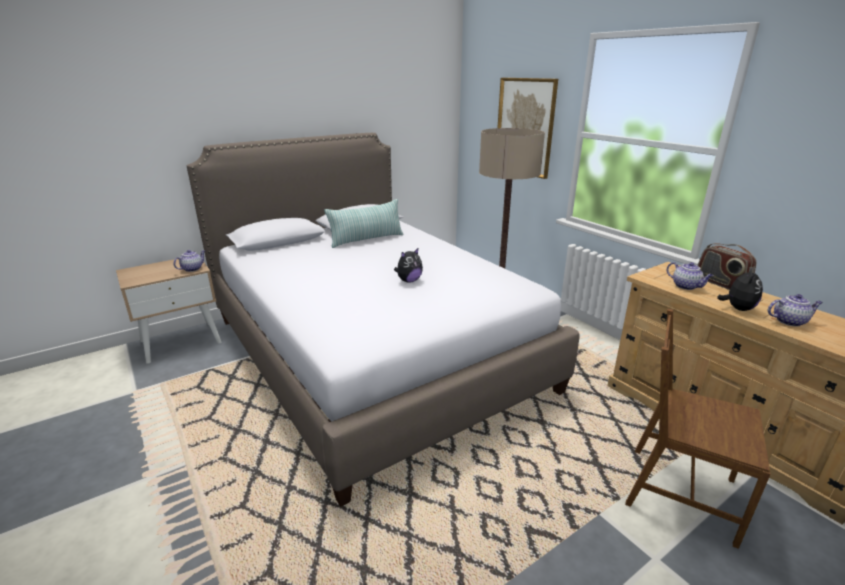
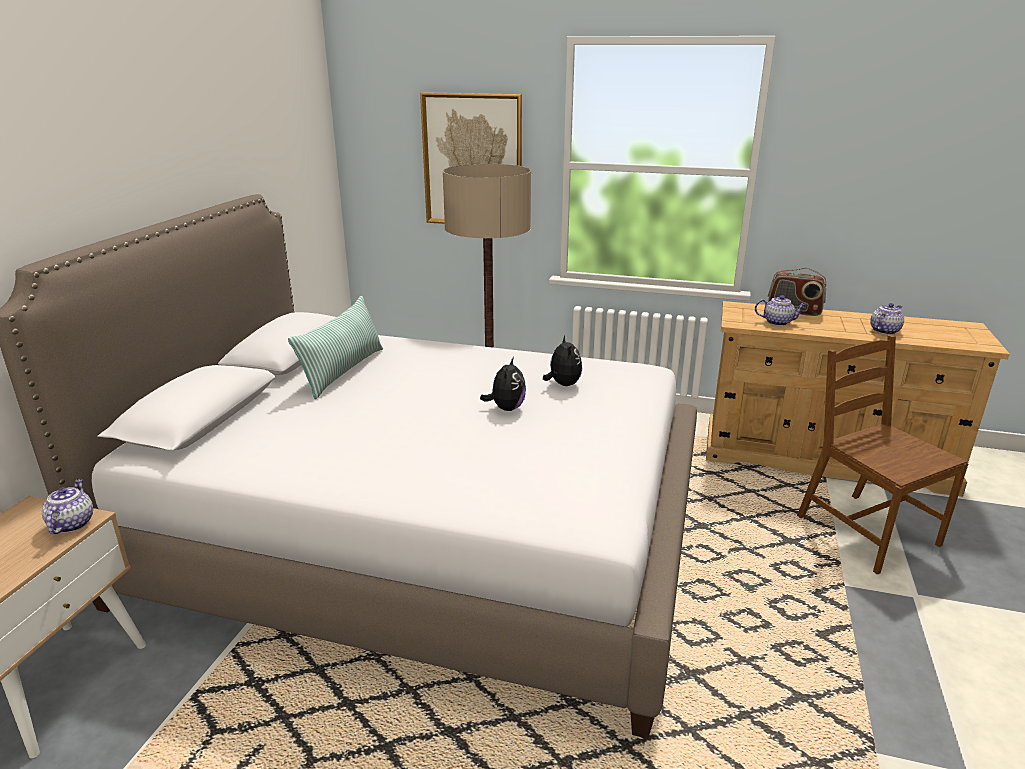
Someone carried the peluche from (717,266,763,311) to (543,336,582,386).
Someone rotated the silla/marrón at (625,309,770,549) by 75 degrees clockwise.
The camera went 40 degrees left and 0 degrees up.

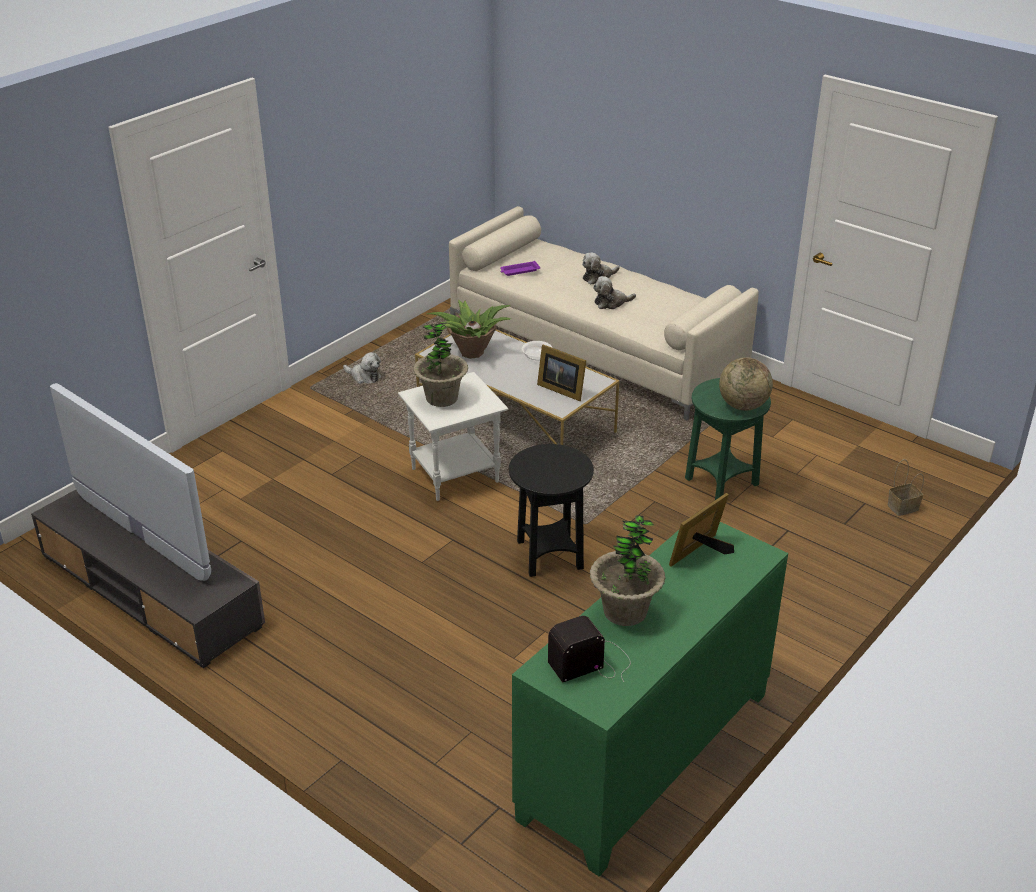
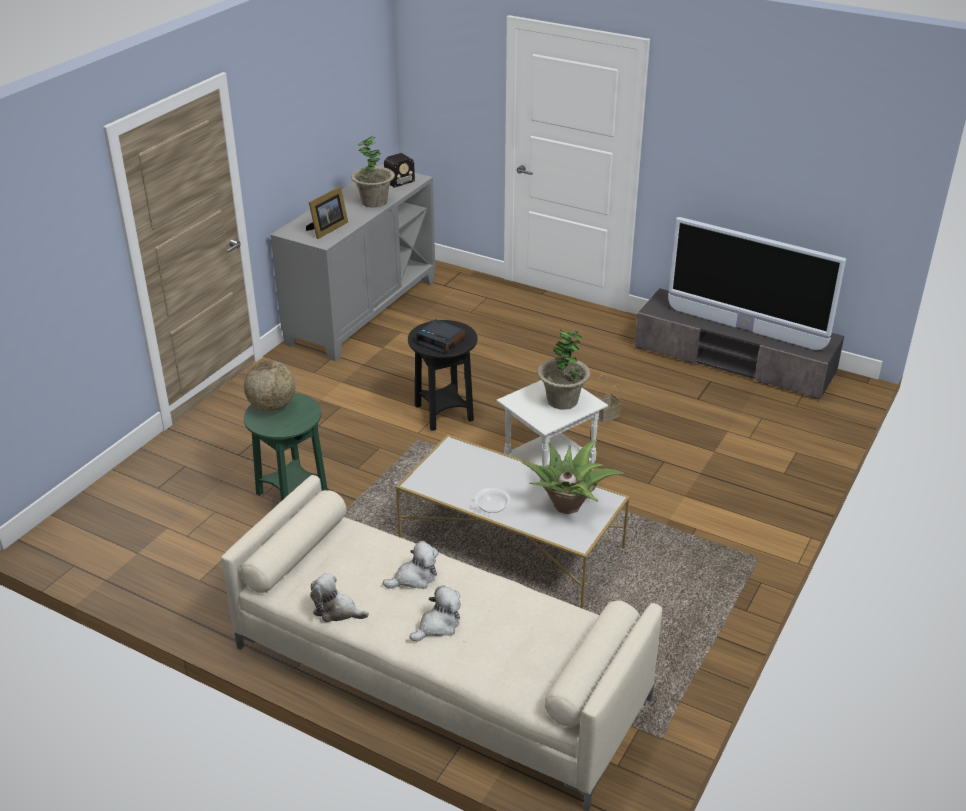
Someone took away the bandeja/morado at (500,261,540,276).
Someone took away the portarretratos at (537,345,586,401).
Someone carried the peluche from (343,352,381,384) to (310,573,369,622).
Someone carried the cesta from (887,459,924,516) to (596,374,622,423).
Someone repainted the armario/verde at (512,522,788,876), which became the armario/gris at (270,165,435,361).
Someone put down the despertador at (415,319,466,354).
The camera went 170 degrees right and 0 degrees up.

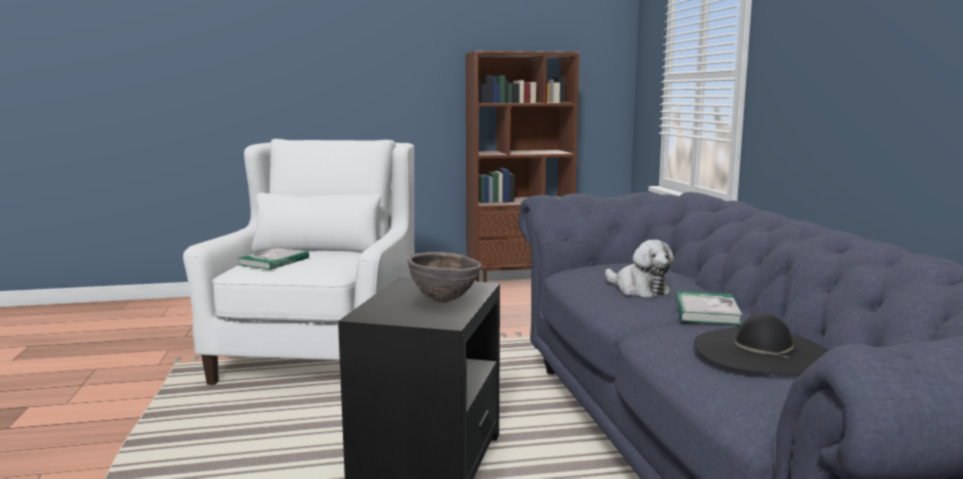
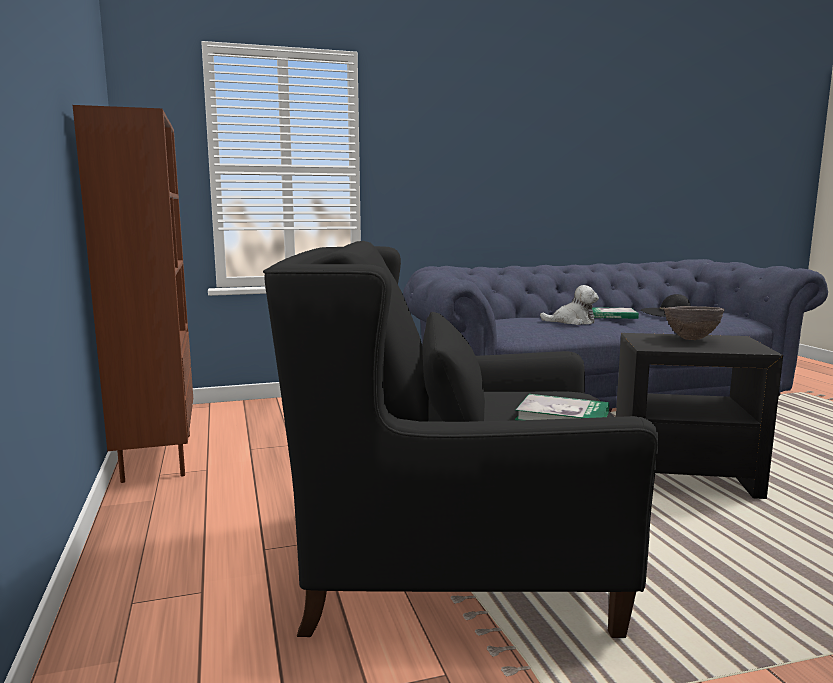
Someone repainted the sillón/blanco at (183,139,414,385), which became the sillón/negro at (263,241,659,638).
Someone rotated the peluche at (605,240,674,297) by 45 degrees clockwise.
The camera went 95 degrees left and 0 degrees up.

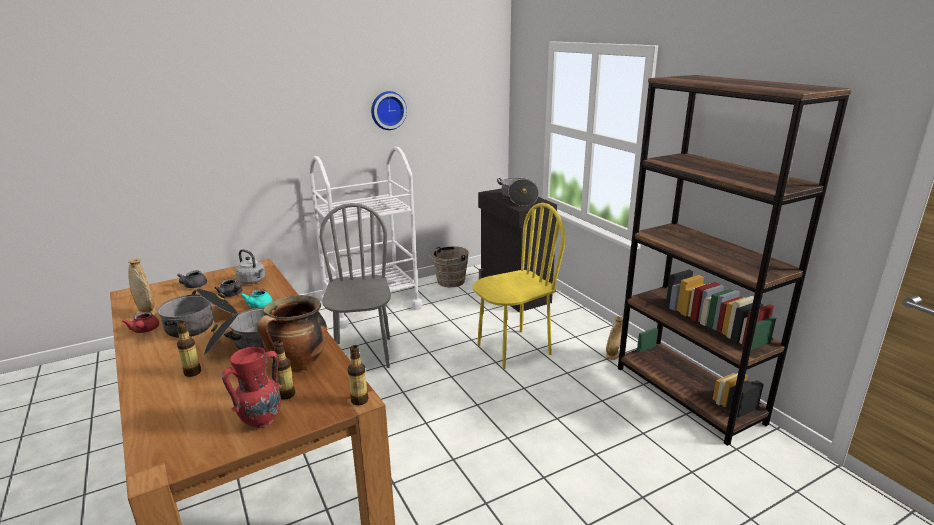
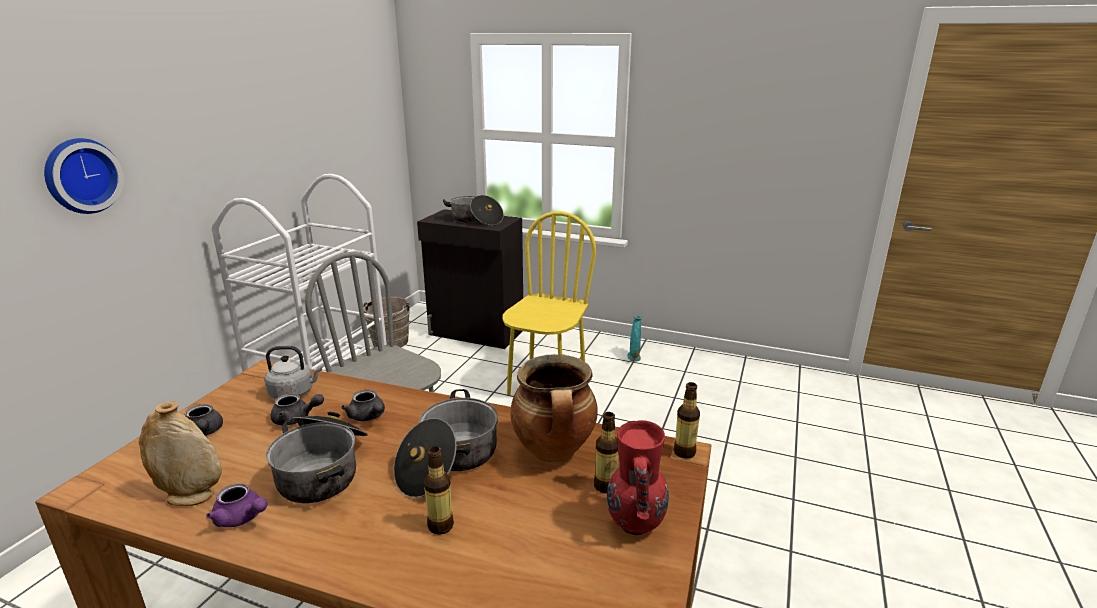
Someone took away the estantería/marrón at (618,75,852,446).
Someone carried the reloj de pared from (371,91,407,130) to (44,138,124,214).
Someone repainted the tetera/turquesa at (241,289,272,308), which became the tetera/gris at (342,390,385,421).
Someone repainted the tetera/rojo at (122,312,159,333), which became the tetera/morado at (206,483,268,527).
Someone repainted the florero/beis at (606,316,623,360), which became the florero/turquesa at (627,315,642,362).
The camera went 40 degrees left and 0 degrees up.

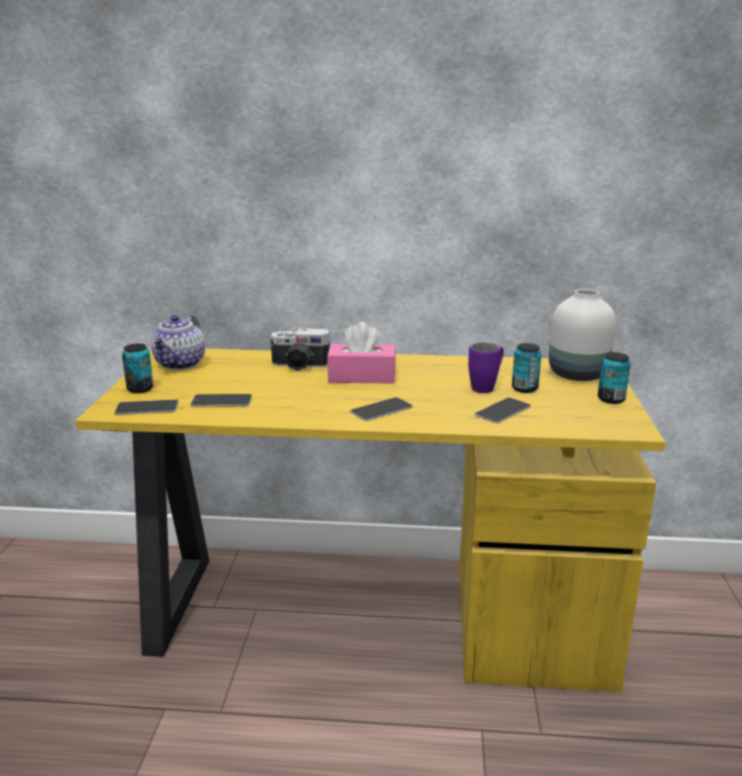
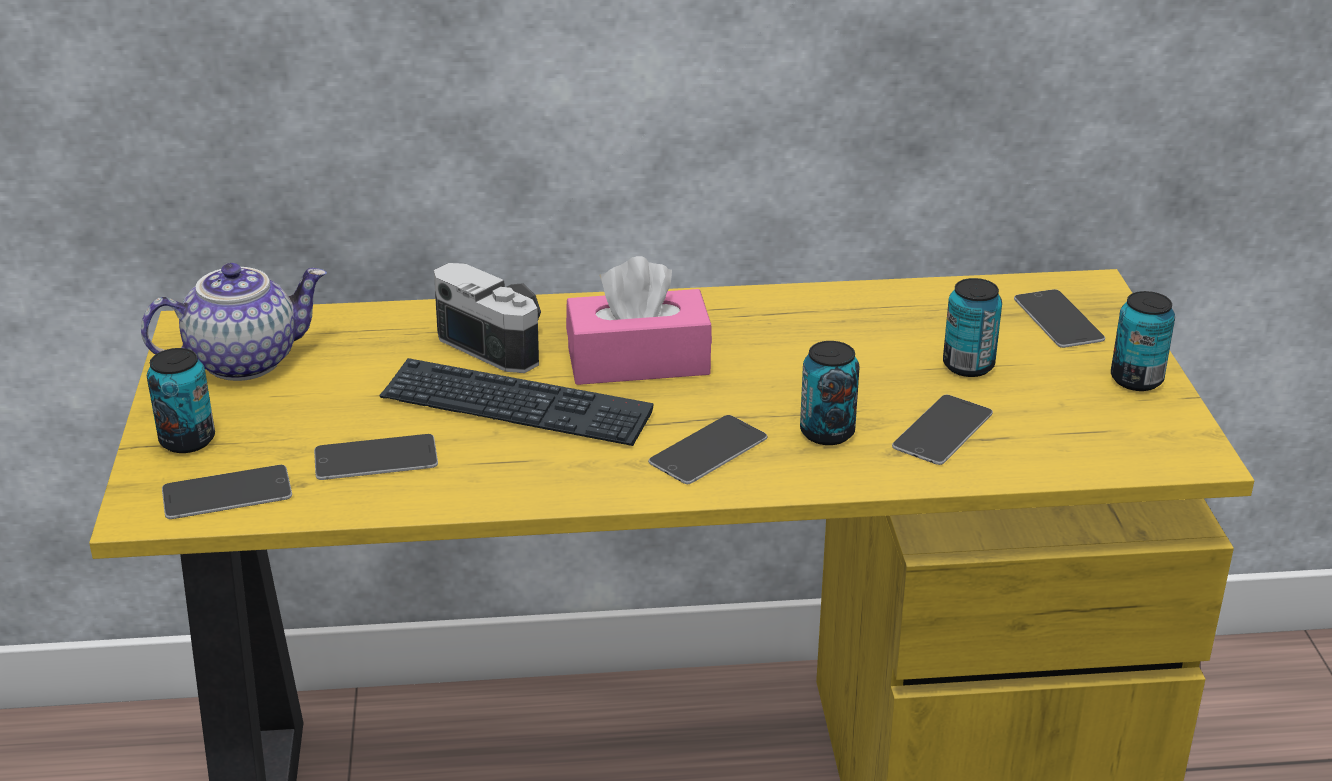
Someone swapped the florero/blanco at (549,289,616,381) for the móvil at (1014,289,1105,348).
Someone rotated the tetera at (151,315,205,370) by 120 degrees counterclockwise.
Someone rotated the cámara at (271,328,330,371) by 135 degrees counterclockwise.
Someone took away the taza grande/morado at (468,342,504,393).
Someone put down the lata at (800,341,860,445).
Someone put down the teclado at (379,358,653,446).
The camera went 10 degrees left and 10 degrees up.

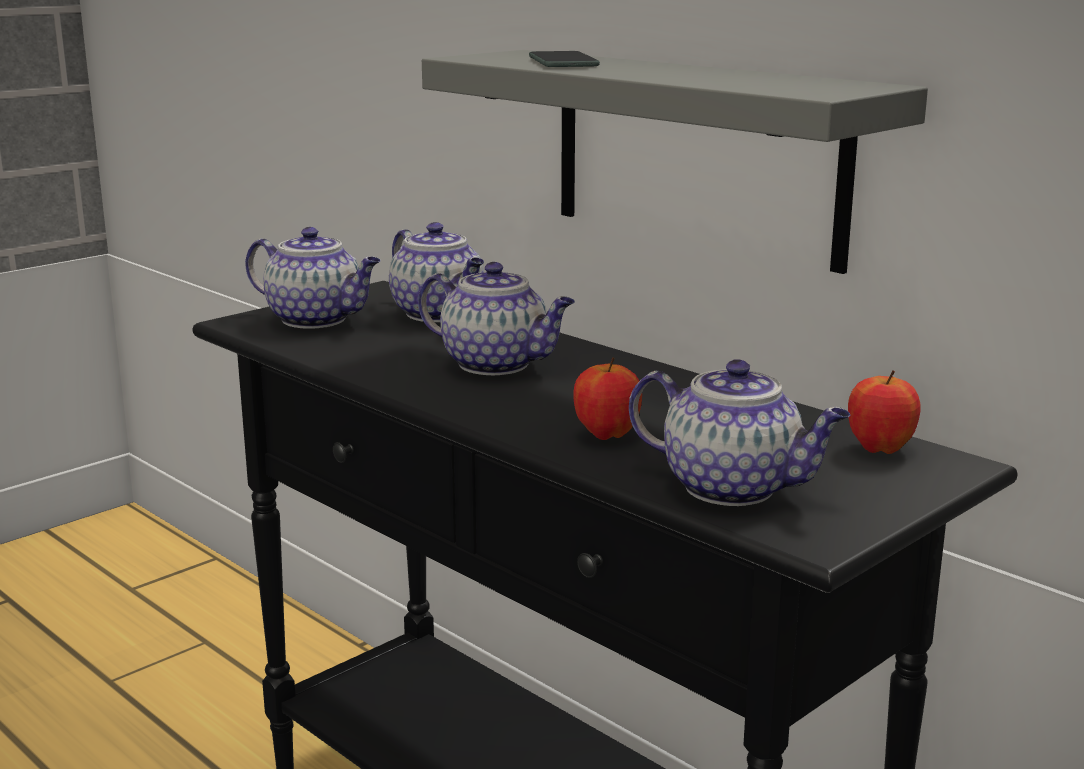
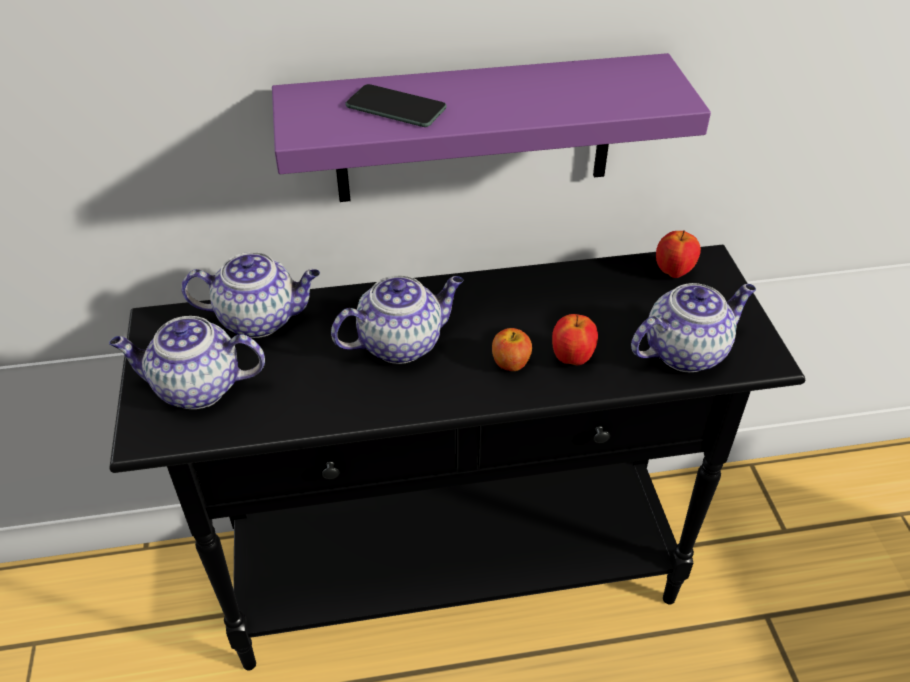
Someone repainted the estante/gris at (422,50,928,274), which became the estante/morado at (272,53,711,202).
Someone rotated the tetera at (245,227,381,329) by 150 degrees counterclockwise.
Someone put down the manzana at (492,328,532,371).
The camera went 55 degrees left and 25 degrees up.

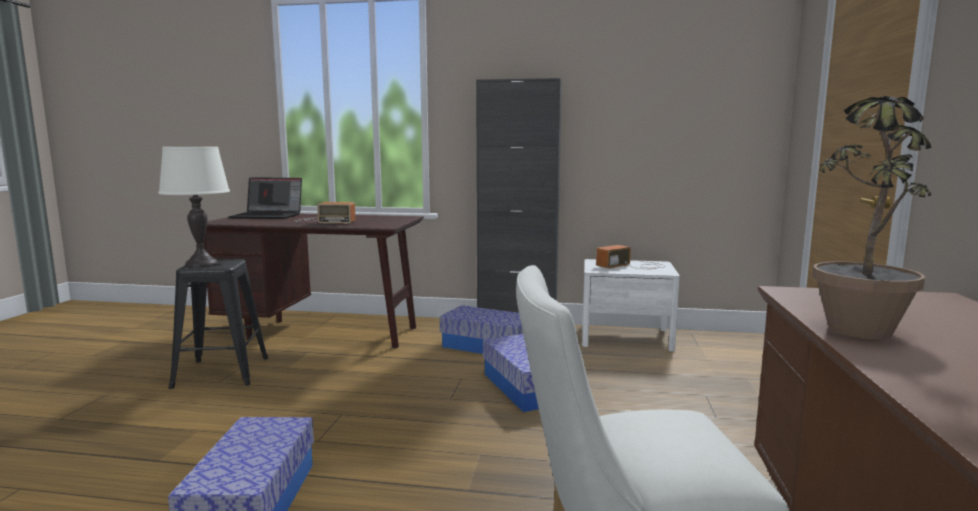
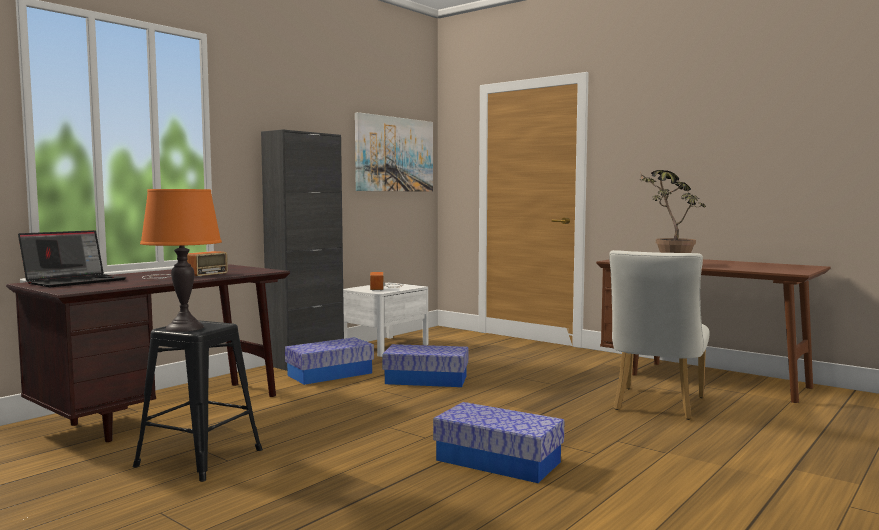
Someone repainted the lámpara de mesa/blanco at (158,147,230,267), which became the lámpara de mesa/naranja at (140,189,222,332).
Someone put up the cuadro at (355,112,433,192).
The camera went 60 degrees left and 5 degrees down.

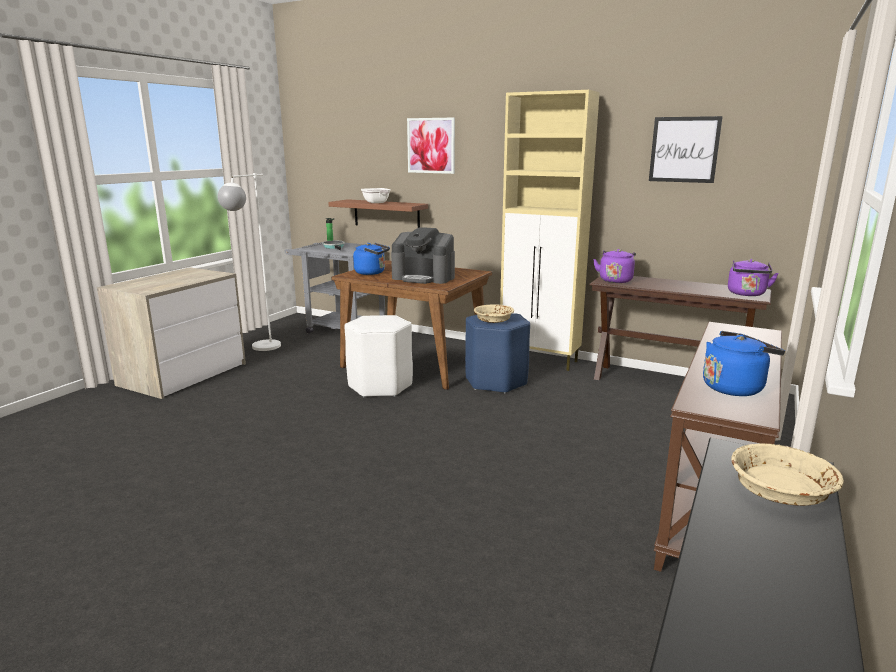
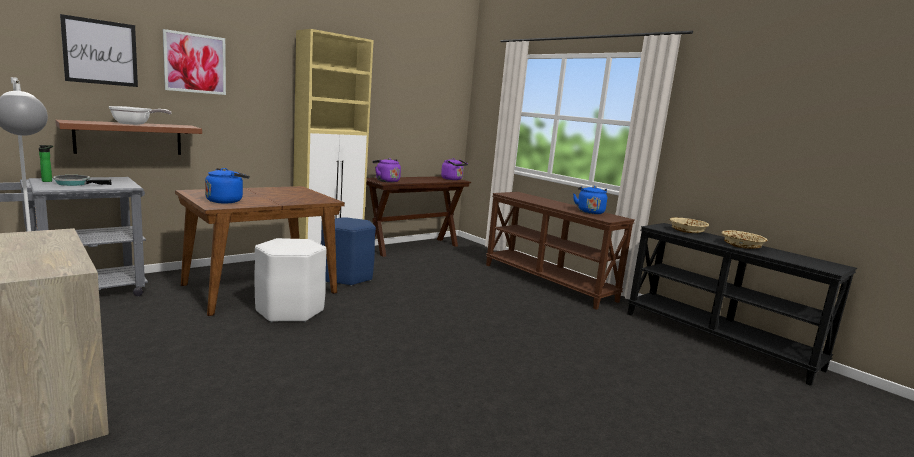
Someone carried the cuadro from (649,116,723,183) to (60,14,138,87).
Someone took away the cafetera at (391,227,455,284).
Someone carried the cuenco/beis from (474,304,514,323) to (721,230,768,249).
The camera went 70 degrees left and 5 degrees down.

